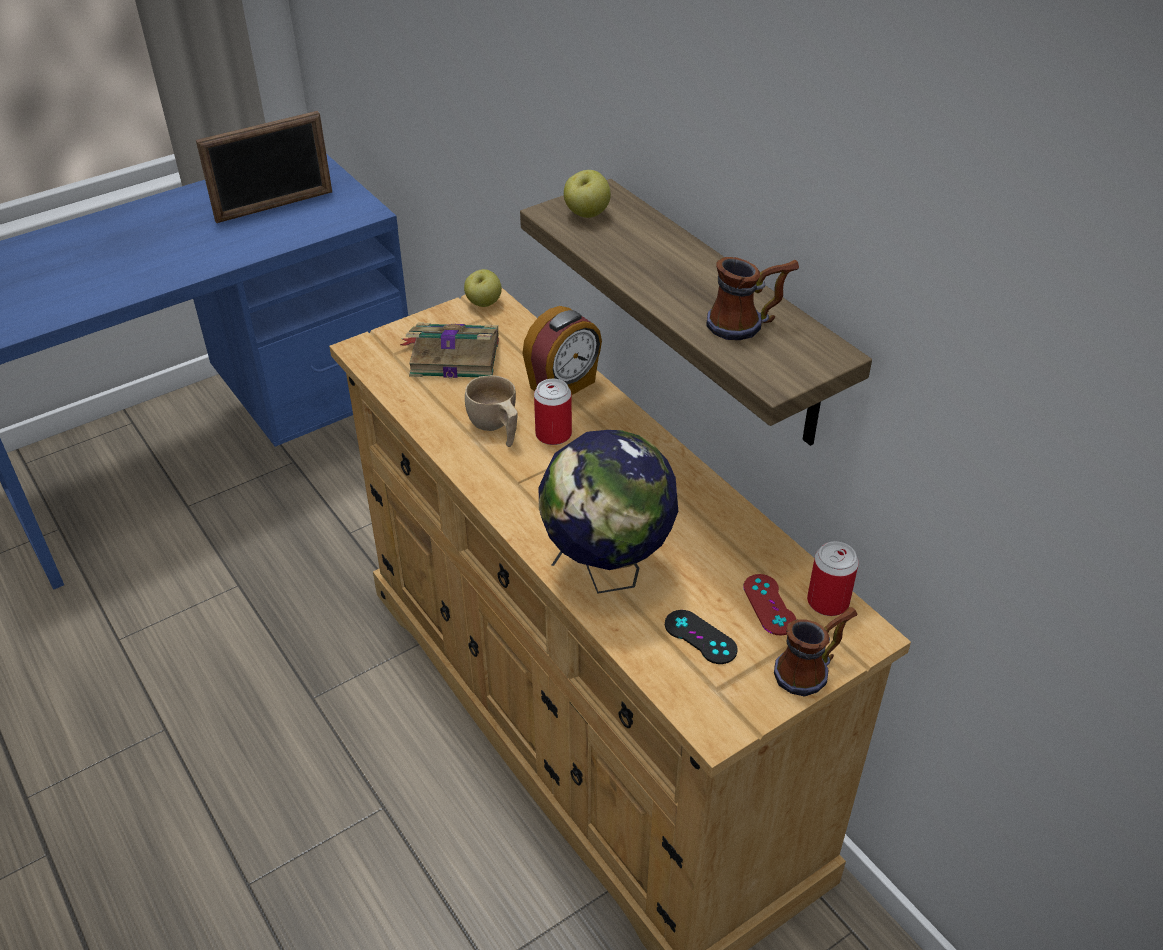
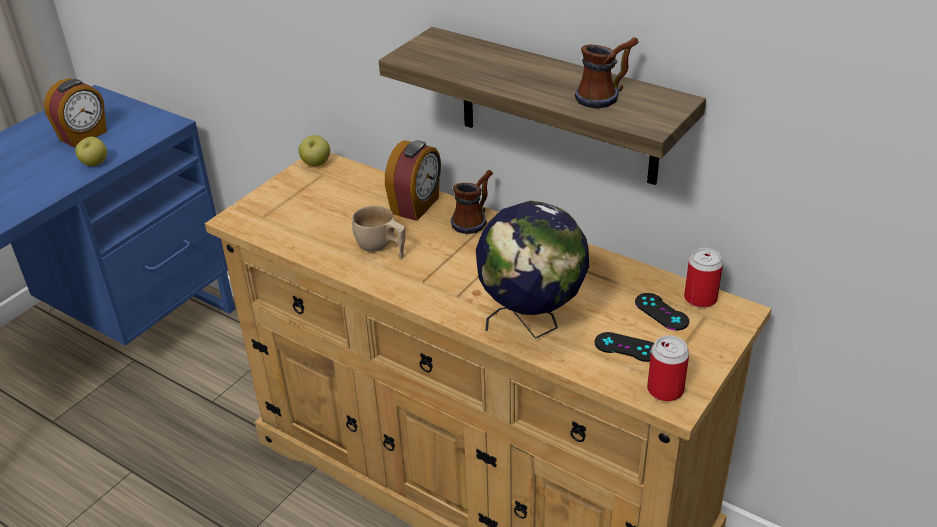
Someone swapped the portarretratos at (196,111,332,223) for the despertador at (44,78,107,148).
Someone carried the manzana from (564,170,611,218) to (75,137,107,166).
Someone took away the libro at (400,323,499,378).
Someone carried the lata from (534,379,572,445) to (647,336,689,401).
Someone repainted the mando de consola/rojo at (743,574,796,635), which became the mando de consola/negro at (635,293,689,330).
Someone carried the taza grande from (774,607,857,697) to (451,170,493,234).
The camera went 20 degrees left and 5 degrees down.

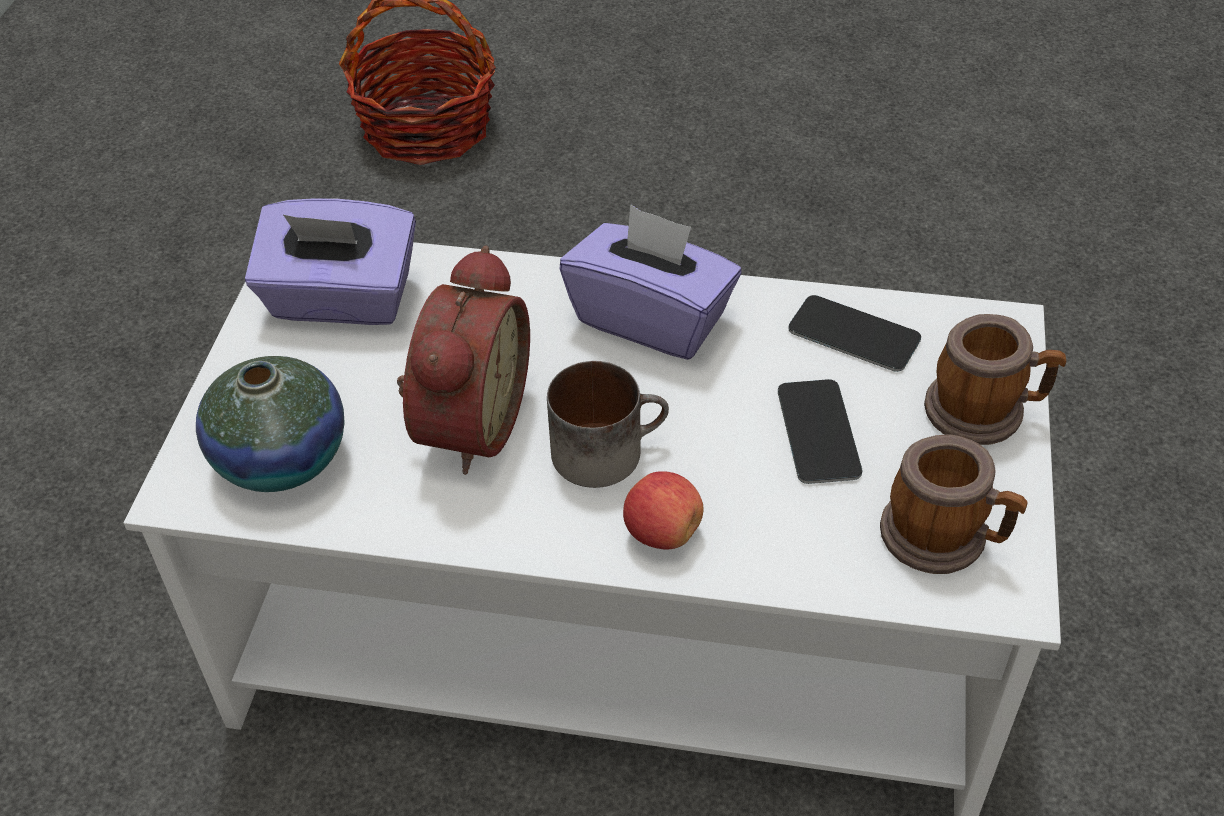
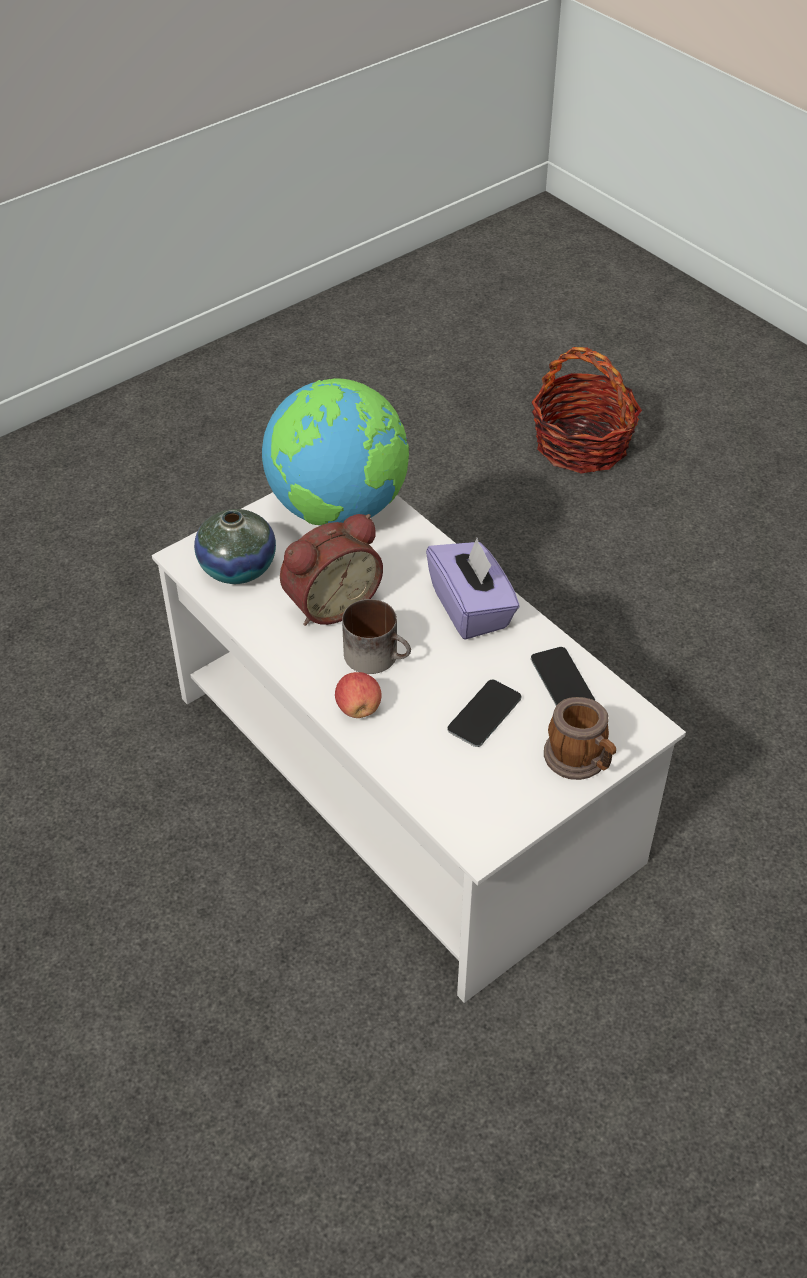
Someone swapped the caja de pañuelos/morado at (245,199,416,325) for the globo terráqueo at (262,378,409,526).
Someone took away the taza grande at (880,434,1028,574).
The camera went 40 degrees right and 0 degrees up.

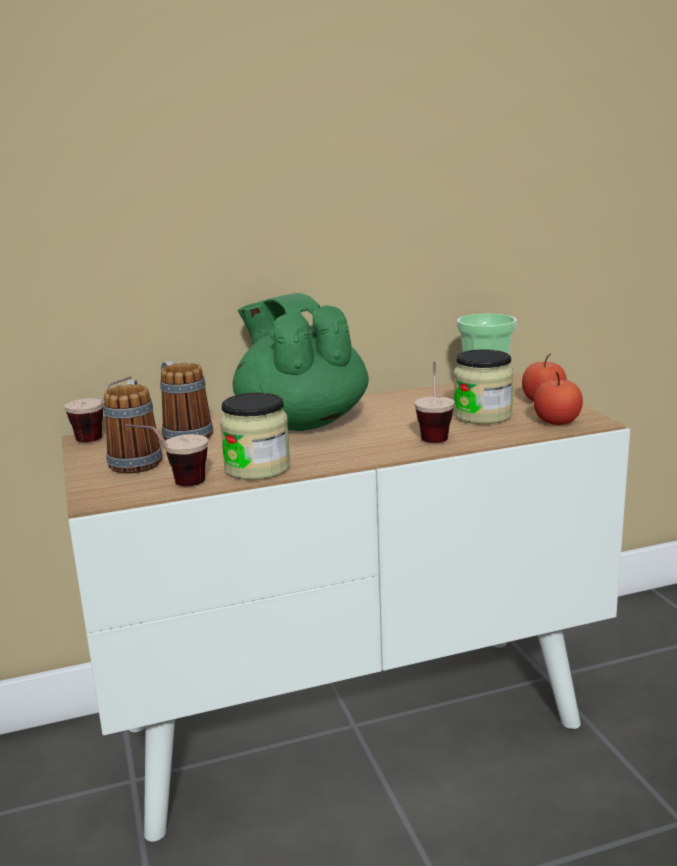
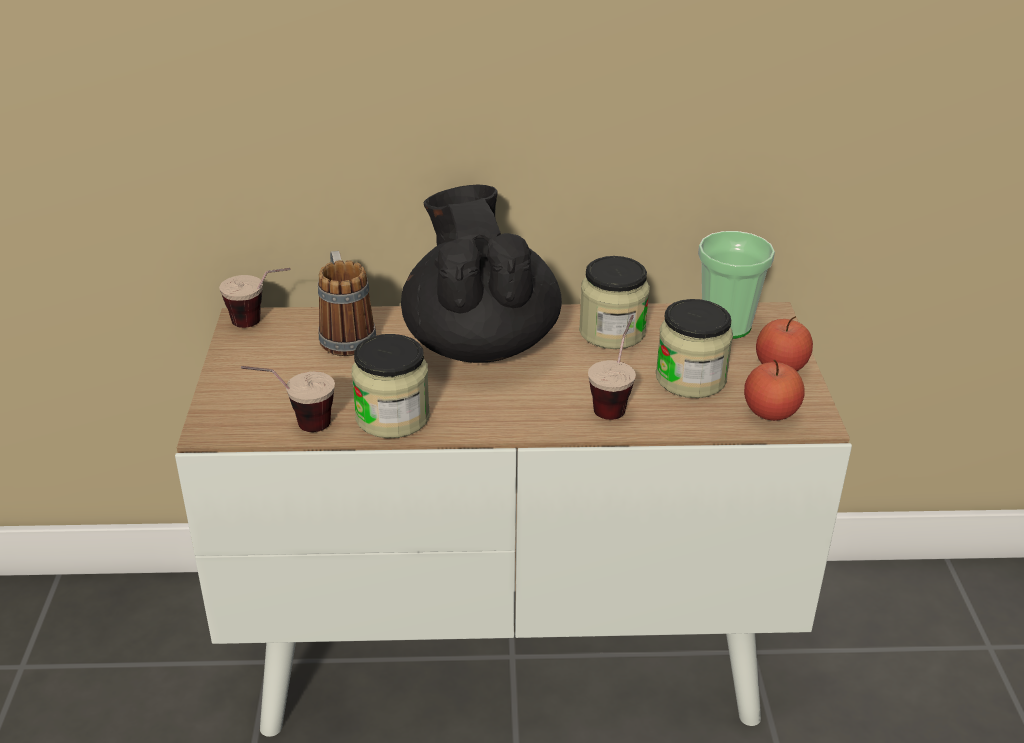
Someone repainted the tetera/verde at (233,293,369,431), which became the tetera/negro at (401,185,562,363).
Someone took away the taza grande at (103,380,162,473).
Someone put down the tarro at (579,256,650,349).
The camera went 15 degrees right and 15 degrees up.

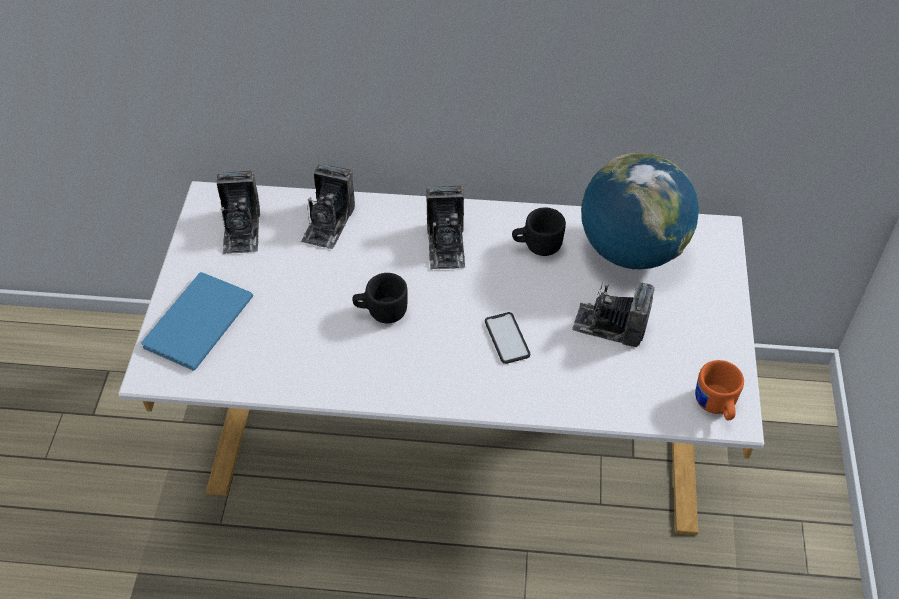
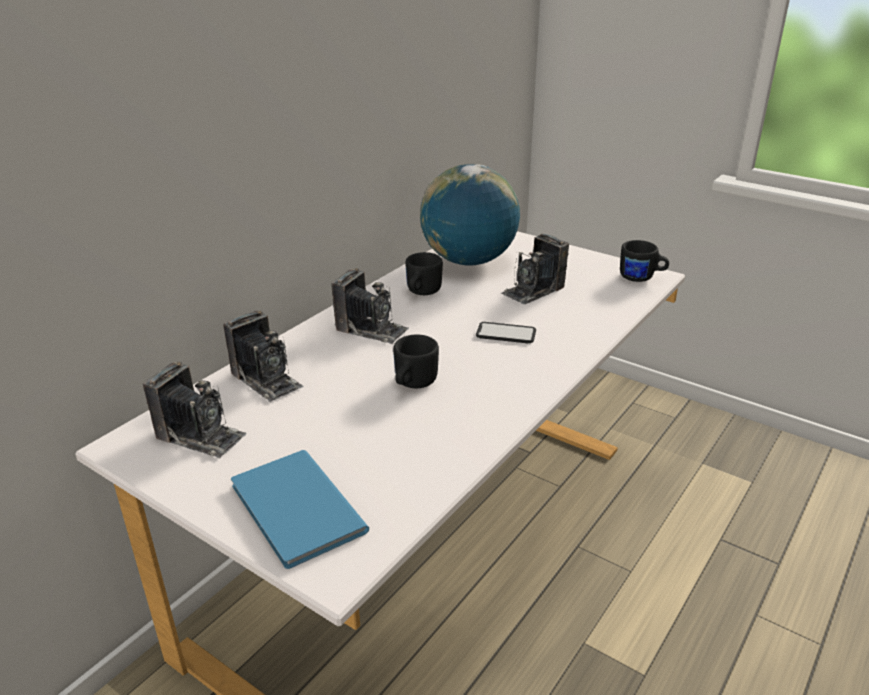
Someone repainted the taza grande/naranja at (695,360,744,421), which became the taza grande/negro at (620,240,669,282).
The camera went 60 degrees left and 20 degrees down.

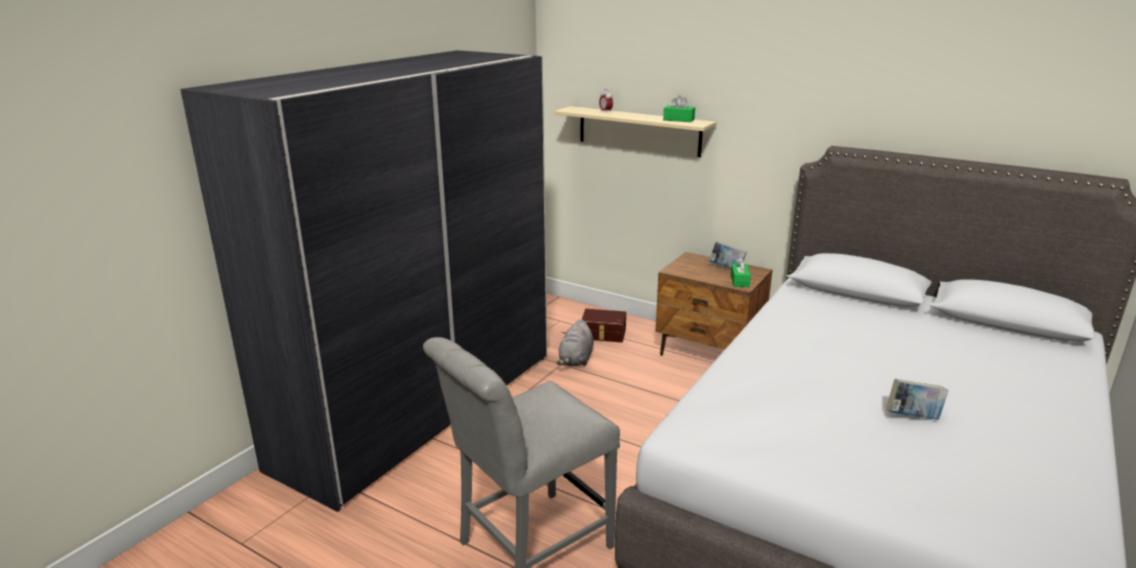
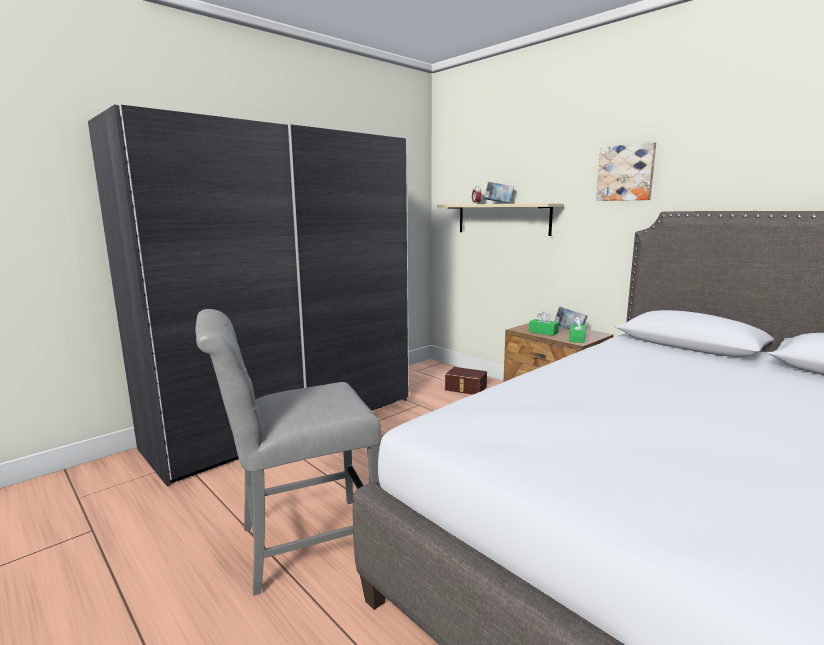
Someone carried the caja de pañuelos/verde from (663,95,695,122) to (529,311,559,336).
Someone took away the peluche/gris at (556,319,594,366).
Someone carried the libro from (886,379,948,420) to (484,182,514,204).
Someone put up the cuadro at (596,142,656,201).
The camera went 15 degrees right and 10 degrees down.

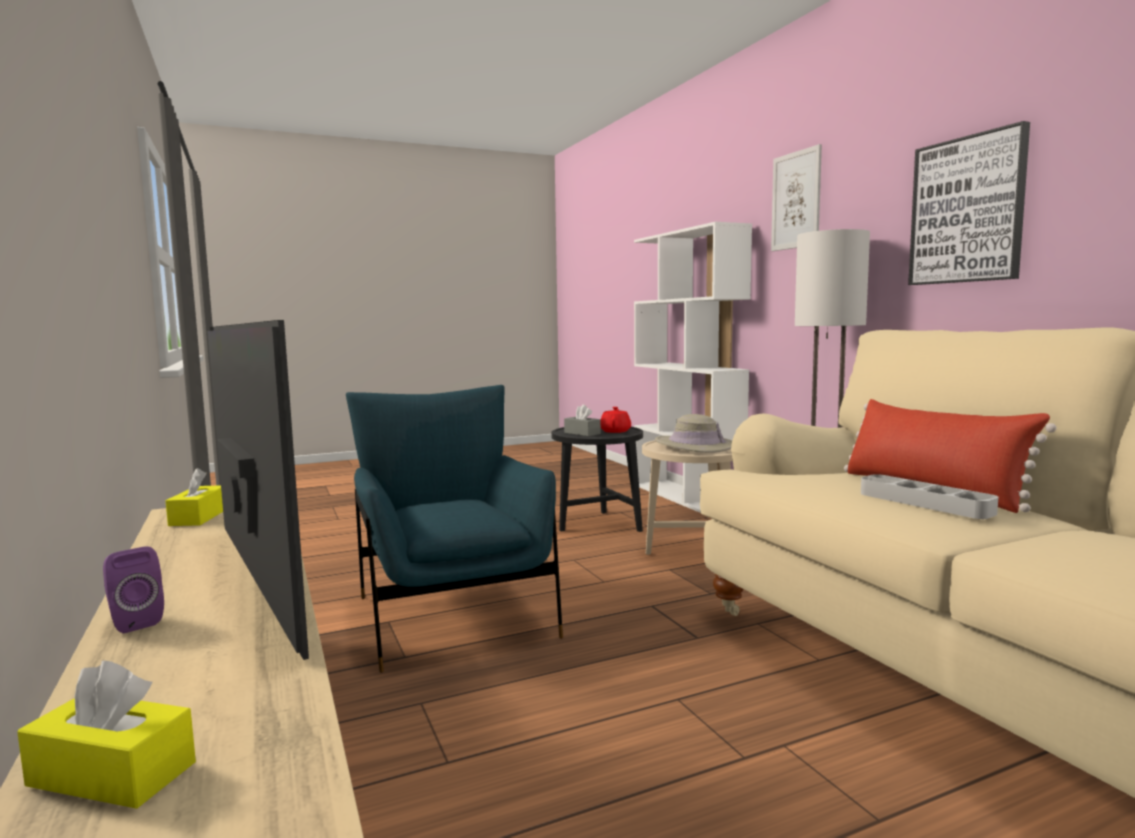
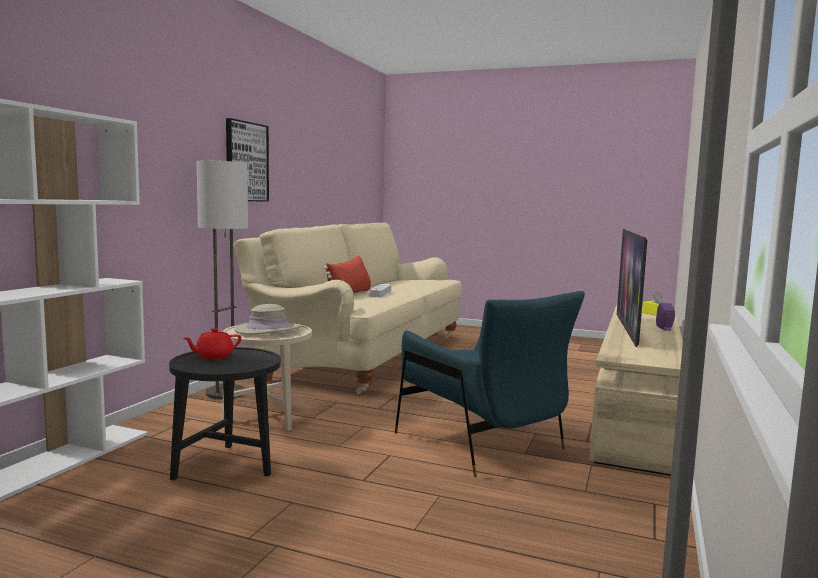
Someone took away the cuadro at (771,144,822,251).
Someone rotated the sillón/azul at (346,385,563,673) by 60 degrees counterclockwise.
Someone took away the caja de pañuelos/gris at (564,405,601,436).
Someone took away the caja de pañuelos/amarillo at (166,468,223,526).
The camera went 135 degrees left and 0 degrees up.

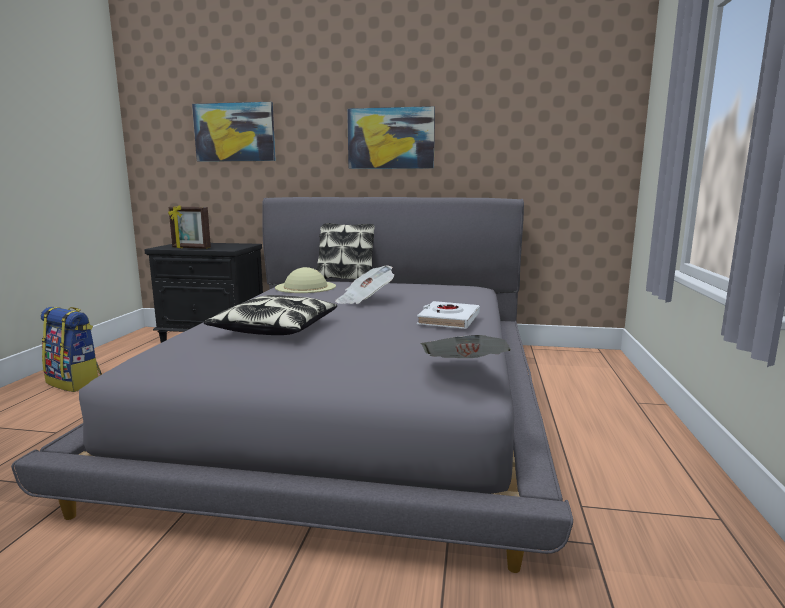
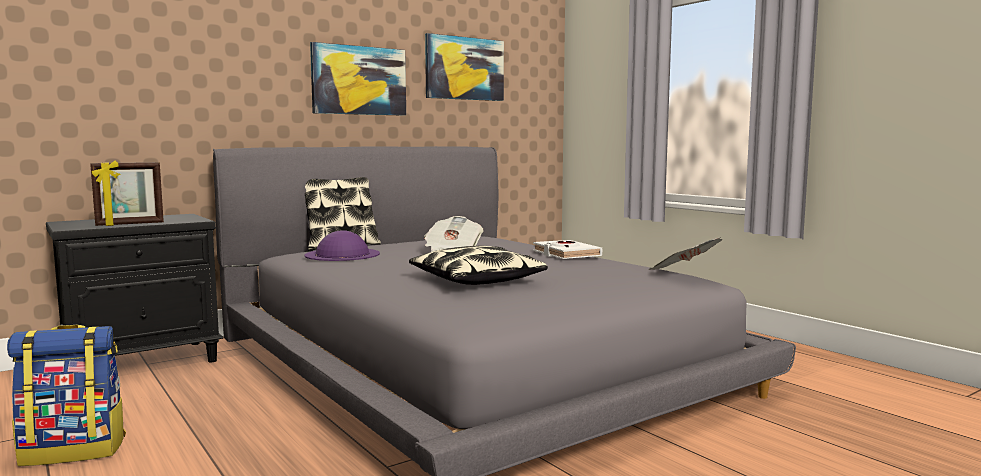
Someone carried the cuadro from (192,102,276,162) to (425,33,504,101).
Someone repainted the sombrero/beis at (275,267,336,293), which became the sombrero/morado at (304,230,380,261).
The camera went 45 degrees left and 5 degrees down.

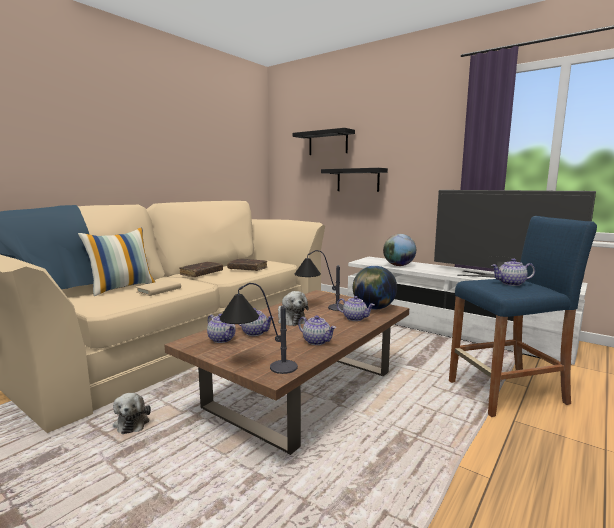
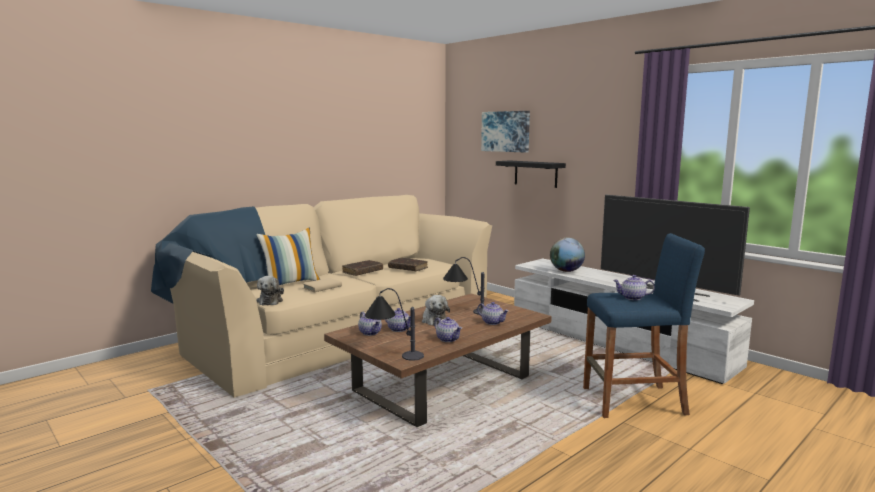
Someone swapped the estante/negro at (293,128,355,155) for the cuadro at (481,111,530,153).
Someone took away the globo terráqueo at (353,266,397,310).
Someone carried the peluche from (113,393,151,434) to (256,276,284,305).
The camera went 10 degrees right and 0 degrees up.

